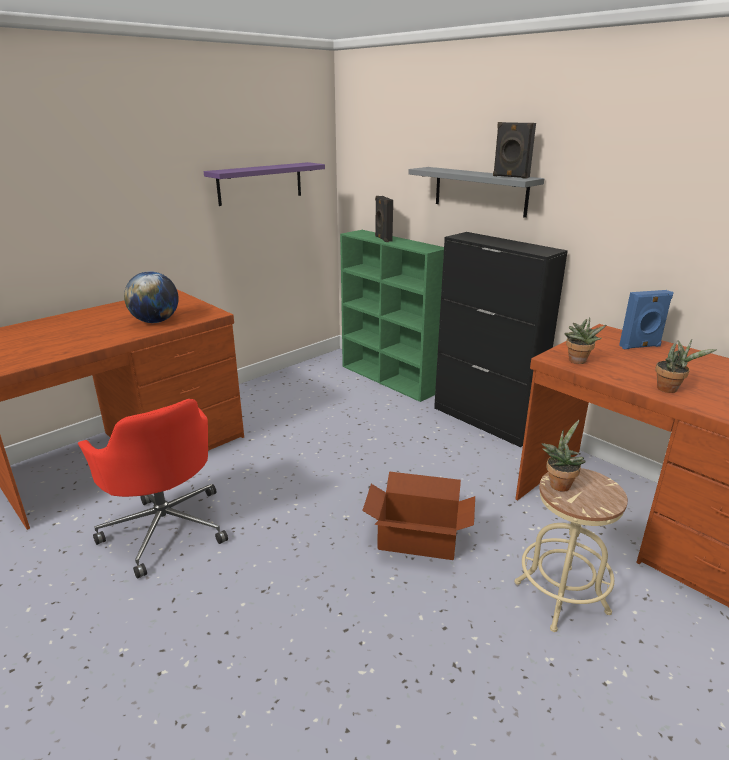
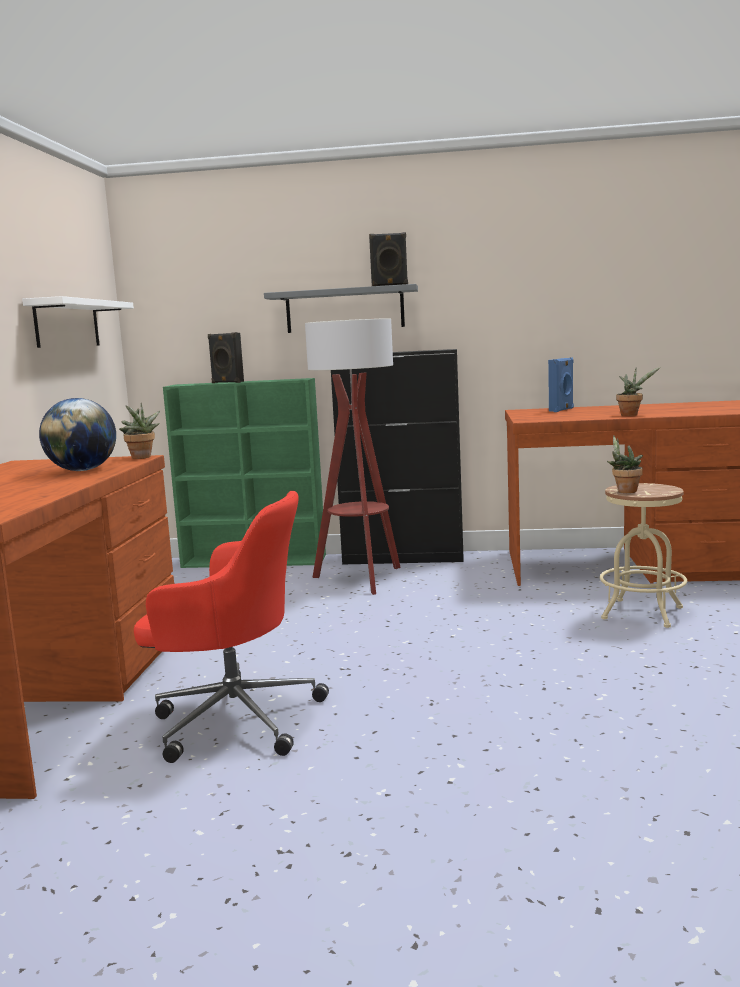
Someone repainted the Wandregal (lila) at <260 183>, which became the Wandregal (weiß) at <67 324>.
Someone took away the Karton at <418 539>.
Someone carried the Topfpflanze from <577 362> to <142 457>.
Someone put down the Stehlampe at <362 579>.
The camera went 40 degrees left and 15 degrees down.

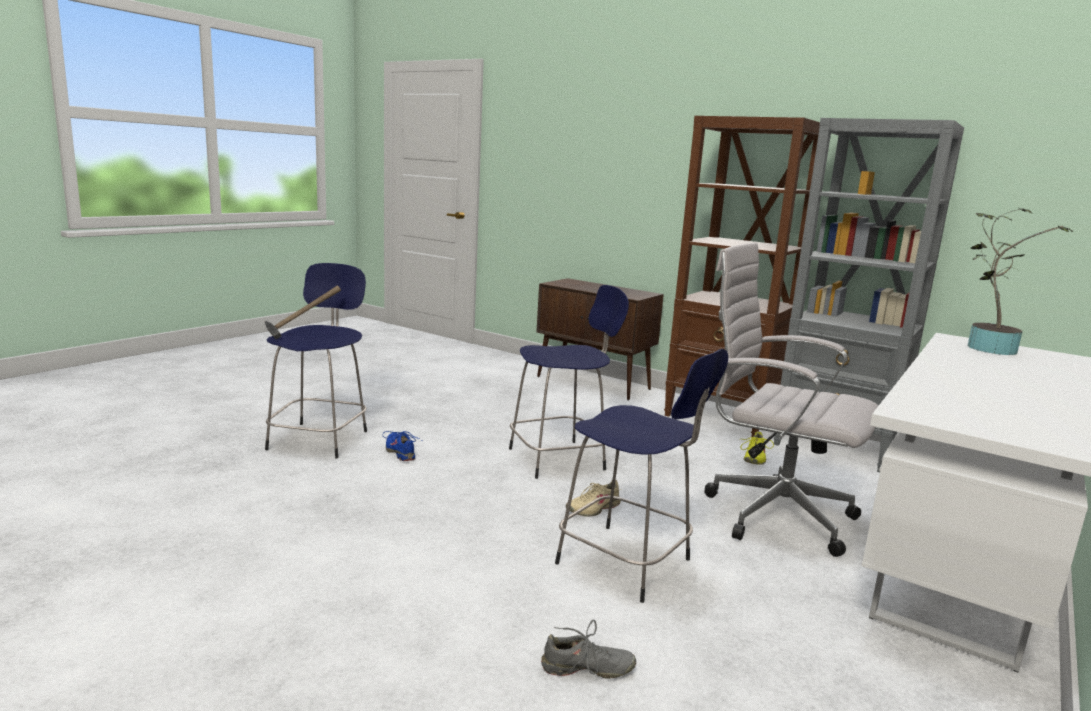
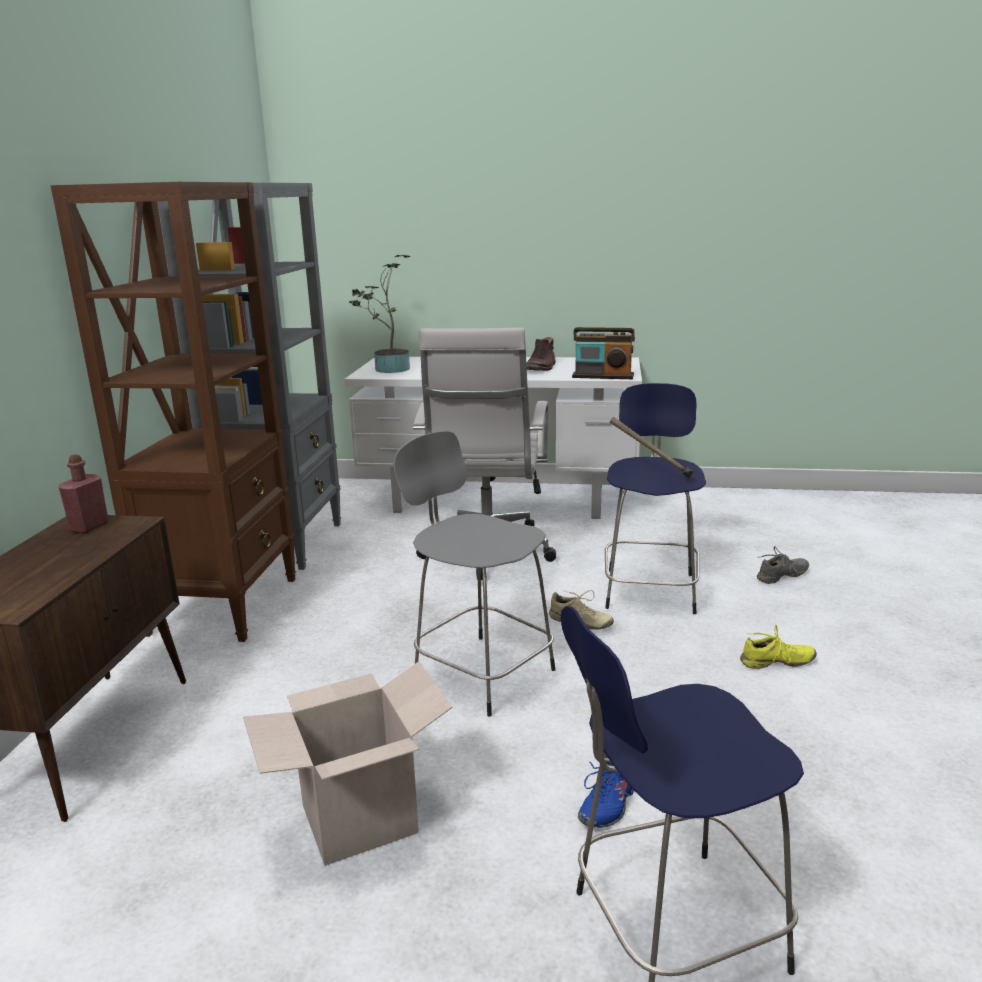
Someone carried the Hammer from <301 334> to <653 477>.
Someone repainted the Hocker (blau) at <560 458>, which became the Hocker (grau) at <480 672>.
Someone rotated the Schuh (grau) at <587 669> by 90 degrees clockwise.
Someone carried the Schuh (gelb) from <754 458> to <776 662>.
Someone put down the Flasche (rot) at <89 527>.
Someone put down the Karton at <359 819>.
Someone put down the Stiefel (braun) at <541 368>.
Someone put down the Radio at <603 376>.
The camera went 115 degrees left and 5 degrees up.

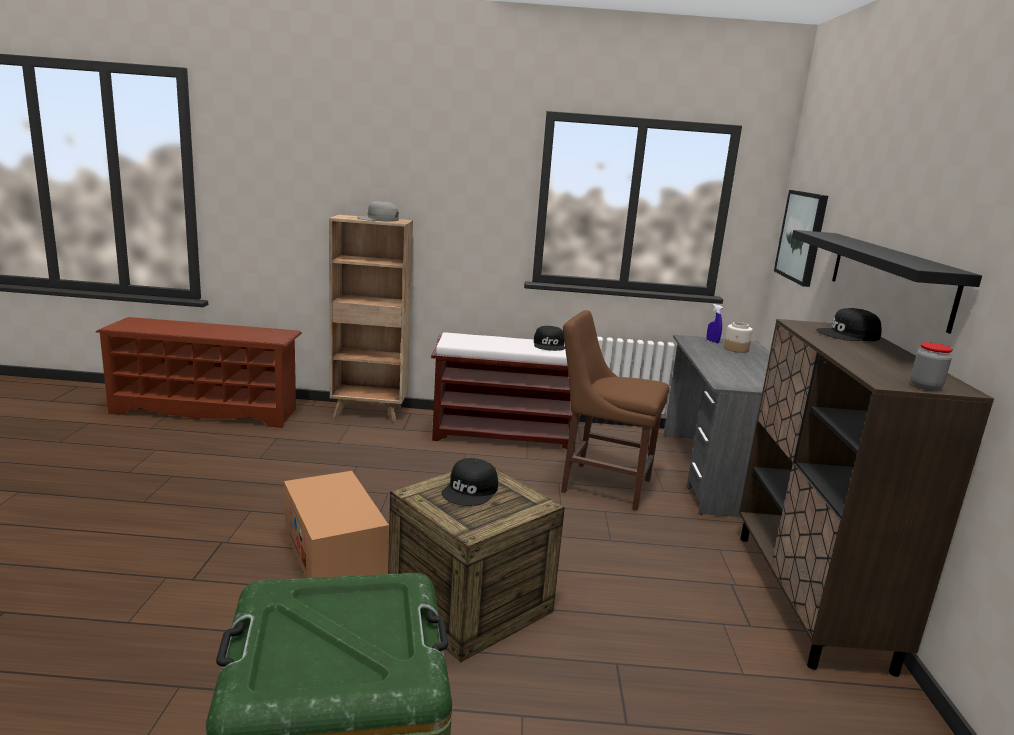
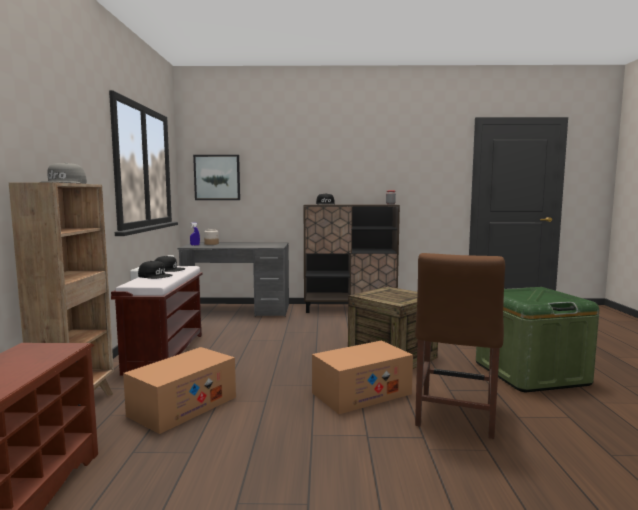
Someone carried the Kappe (schwarz) from <471 491> to <155 276>.
Someone carried the Stuhl (braun) from <601 484> to <454 416>.
Someone took away the Wandregal (schwarz) at <889 276>.
Someone put down the Karton at <183 406>.
The camera went 90 degrees left and 10 degrees down.

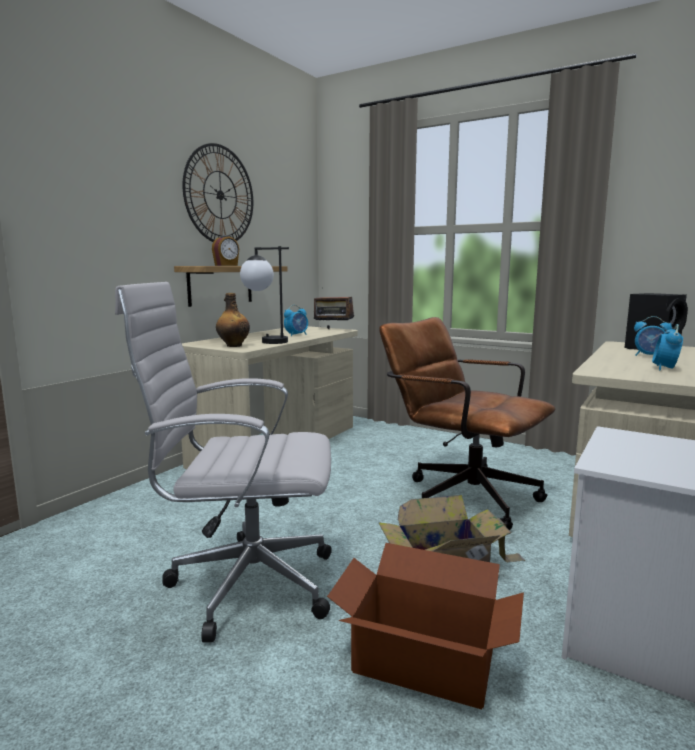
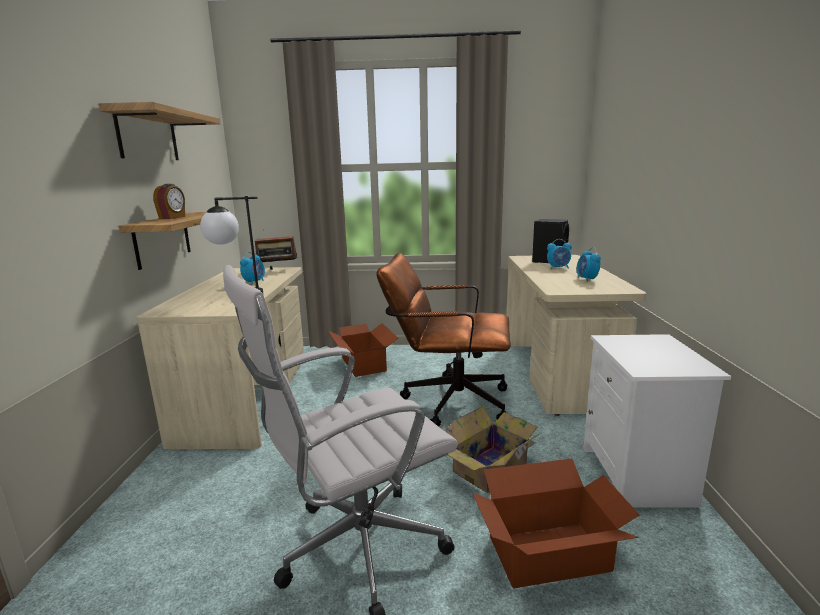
Someone swapped the Wanduhr at <220 195> for the Wandregal at <148 136>.
Someone took away the Flasche at <233 345>.
Someone put down the Karton at <364 364>.
The camera went 30 degrees left and 5 degrees up.

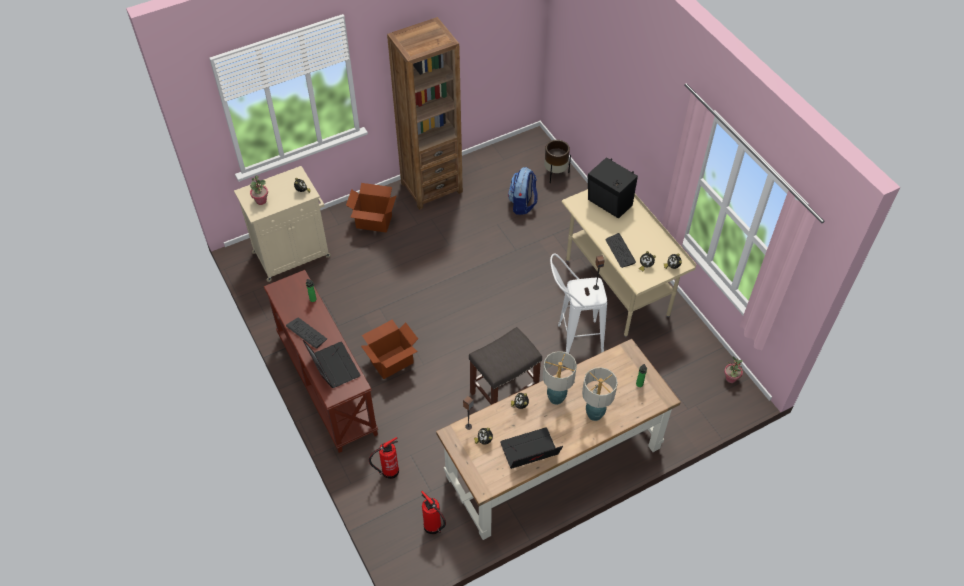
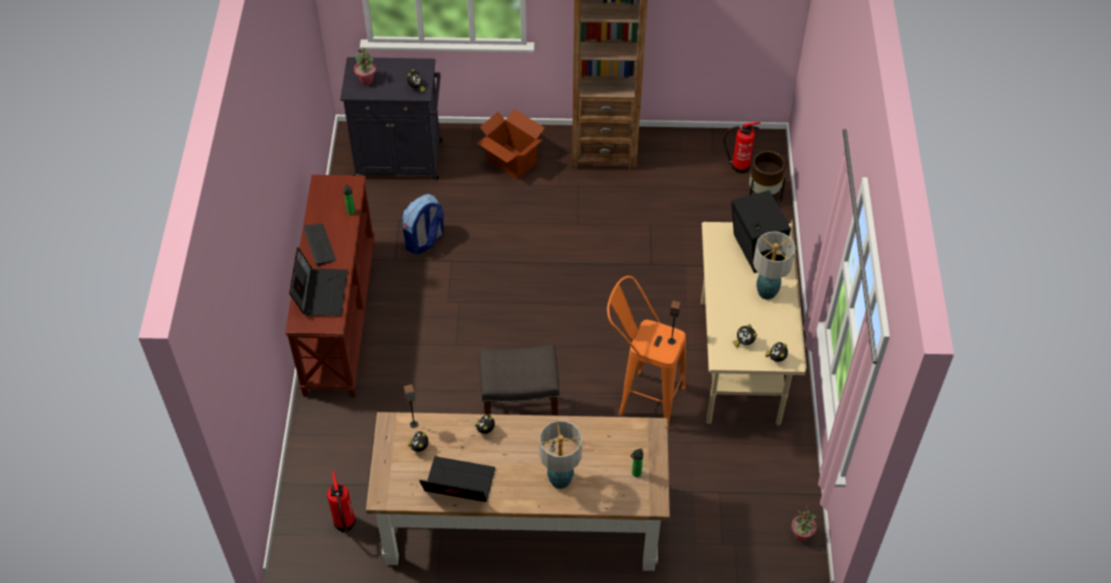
Someone repainted the Schrank (beige) at <293 254>, which became the Schrank (schwarz) at <400 159>.
Someone took away the Karton at <391 362>.
Someone carried the Feuerlöscher from <388 471> to <738 166>.
Someone carried the Rucksack from <522 204> to <424 241>.
Someone carried the Tischlampe from <556 397> to <766 292>.
Someone repainted the Hocker (weiß) at <572 340>, which became the Hocker (orange) at <641 398>.
Someone took away the Tastatur at <620 251>.
The camera went 30 degrees right and 0 degrees up.

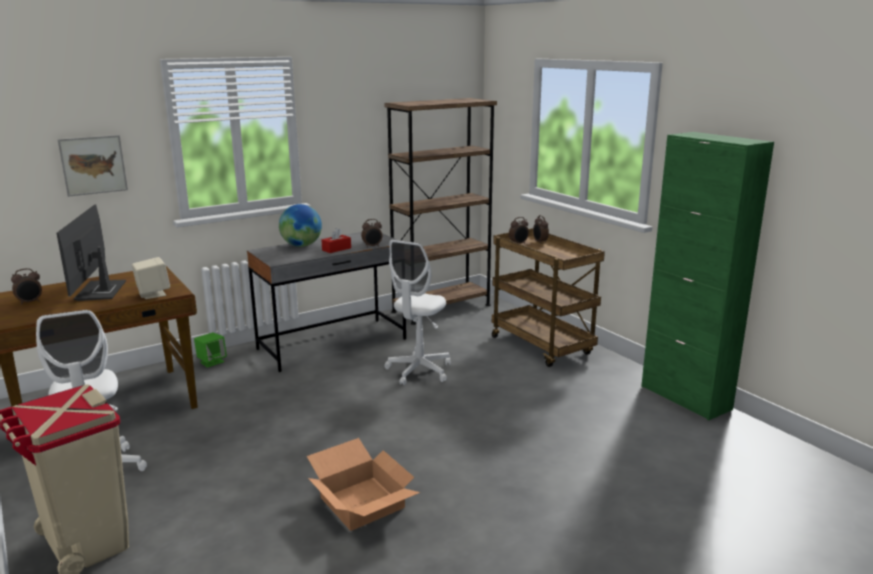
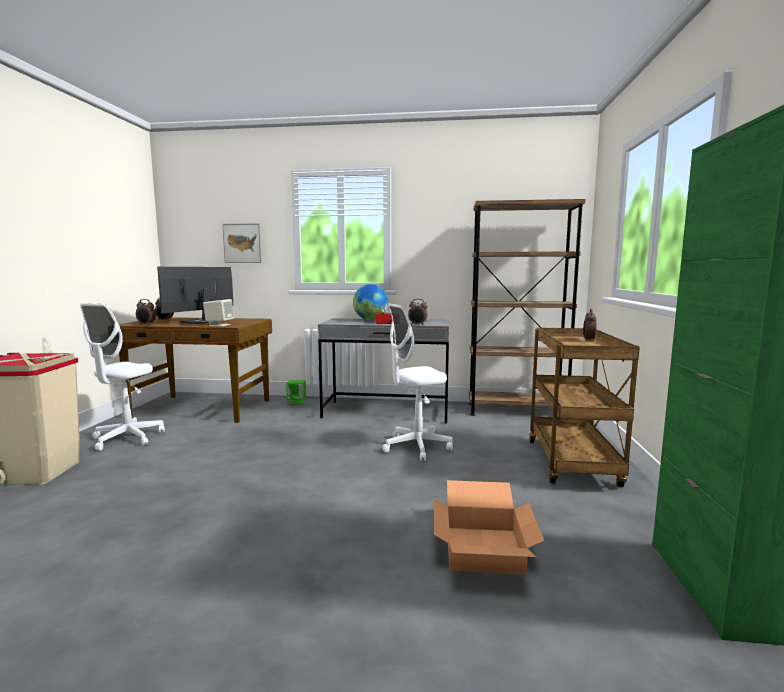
Someone carried the Karton from <364 502> to <485 550>.
Someone carried the Wecker from <518 244> to <146 324>.
The camera went 40 degrees right and 10 degrees down.

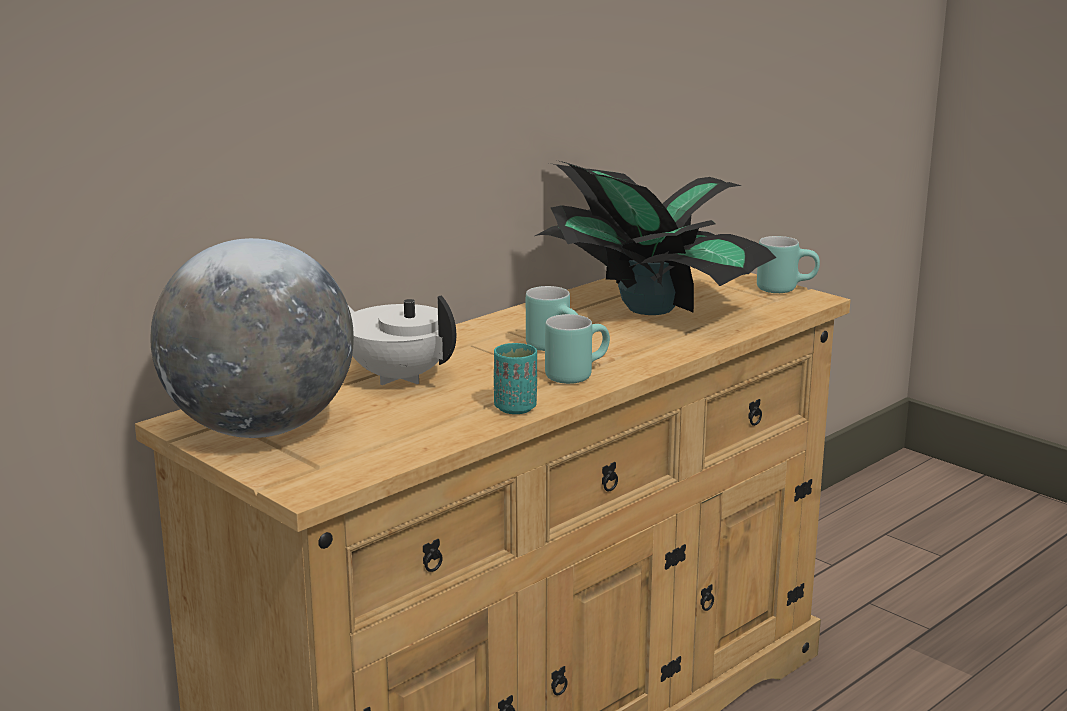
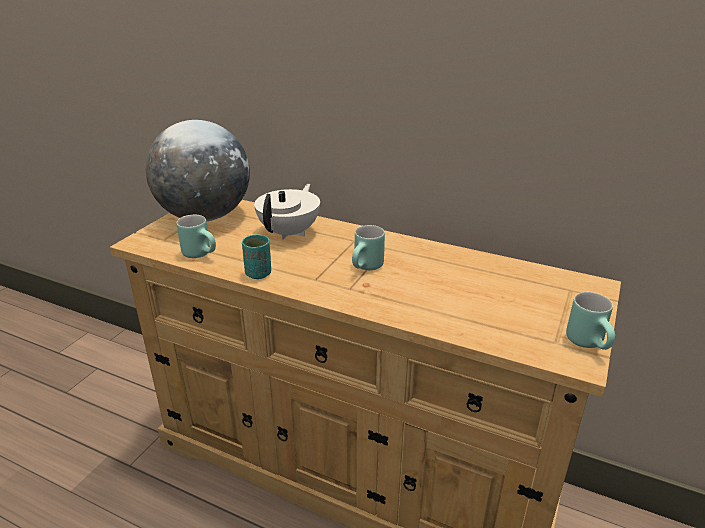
Someone took away the Topfpflanze at <648 307>.
Someone carried the Henkelbecher (türkis) from <575 374> to <202 254>.
The camera went 70 degrees right and 10 degrees up.

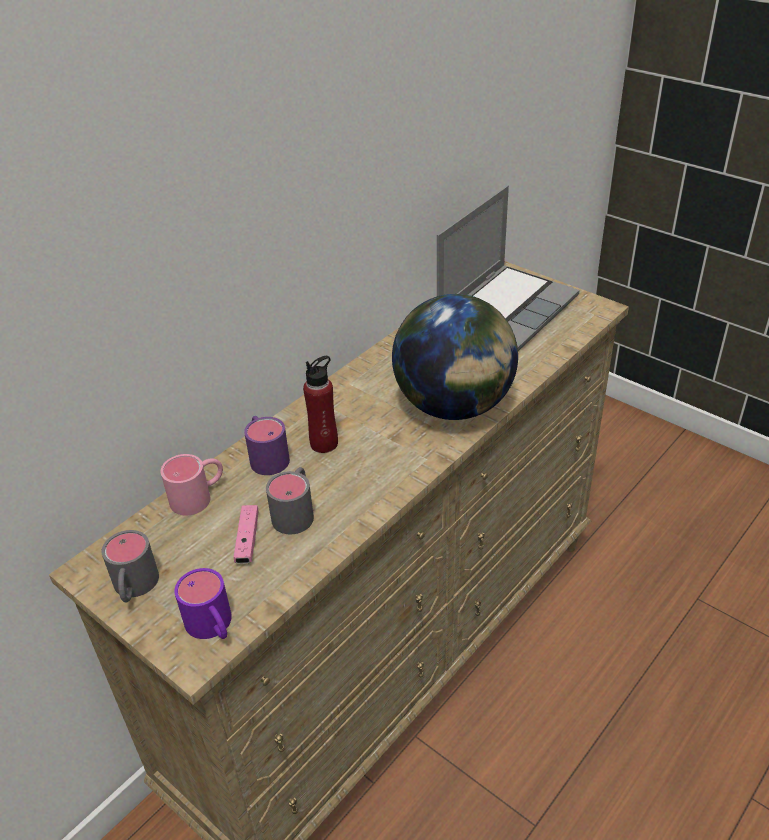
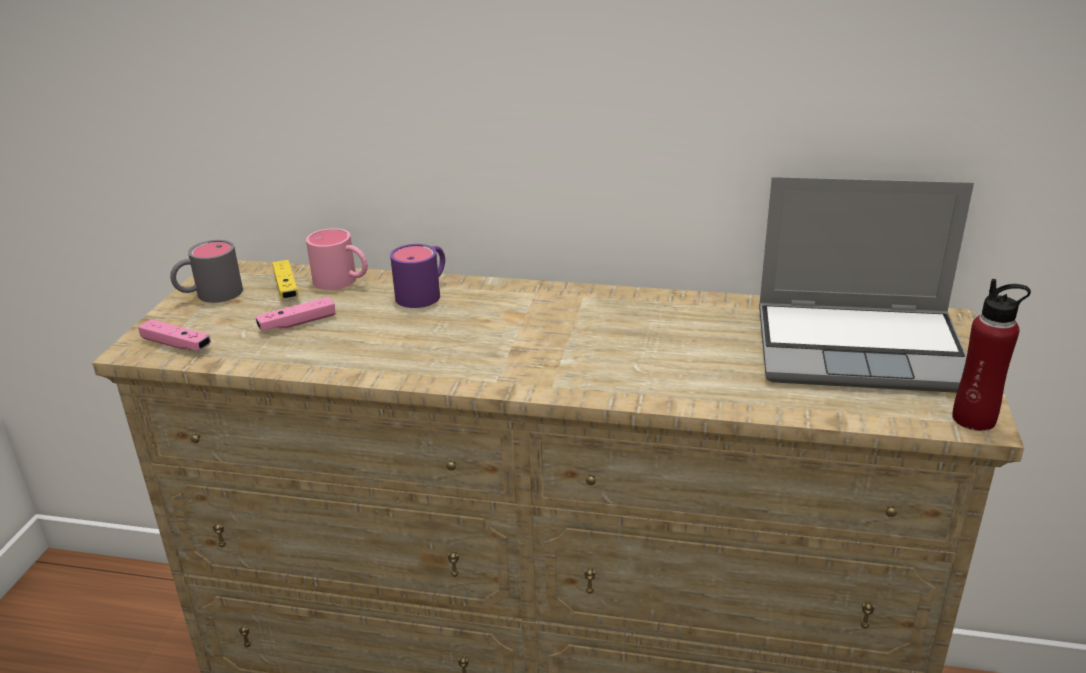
Someone swapped the Henkelbecher (lila) at <213 627> for the Gamepad (rosa) at <176 344>.
Someone took away the Henkelbecher (grau) at <296 511>.
Someone carried the Flasche (rot) from <324 443> to <974 419>.
Someone took away the Globus at <454 406>.
Someone put down the Gamepad (gelb) at <286 288>.
The camera went 60 degrees right and 10 degrees down.

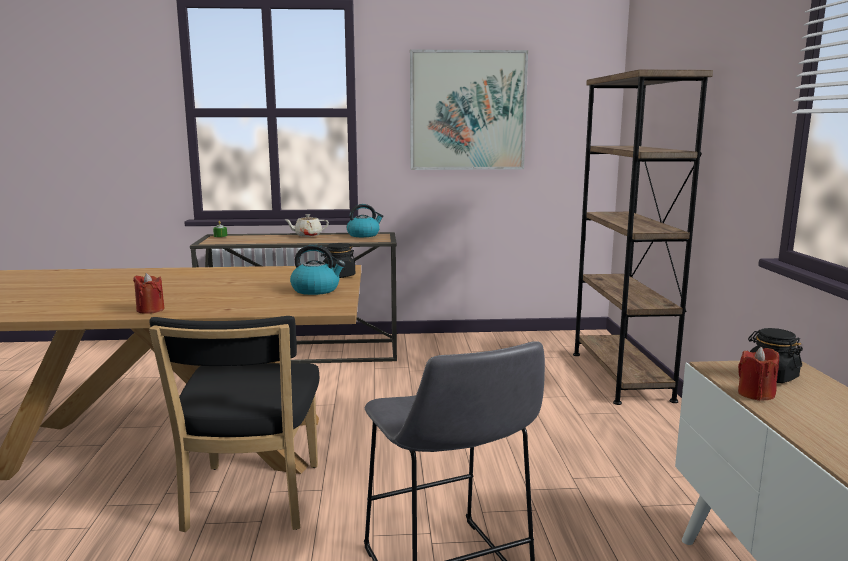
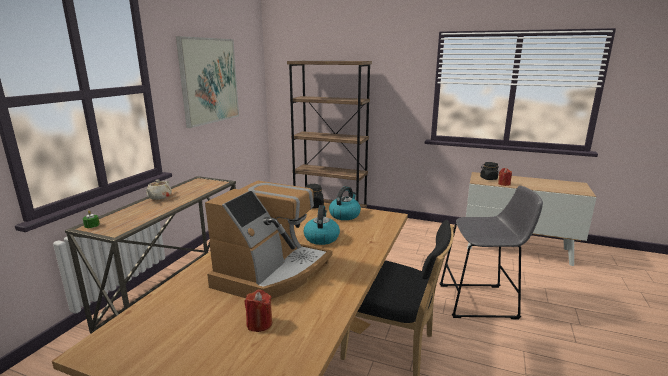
Someone carried the Kerze (rot) from <150 310> to <259 324>.
Someone carried the Wasserkessel from <364 235> to <321 238>.
Someone put down the Kaffeemaschine at <272 273>.
The camera went 65 degrees left and 5 degrees up.

